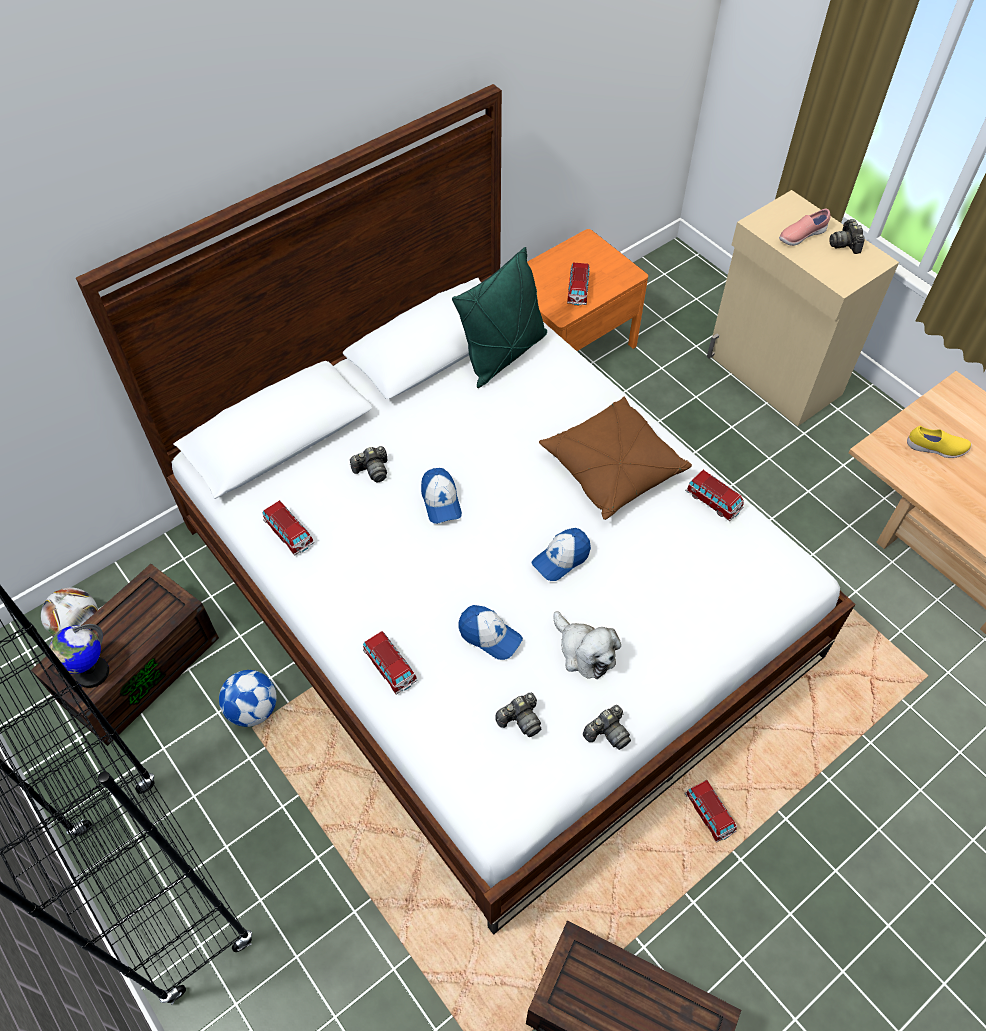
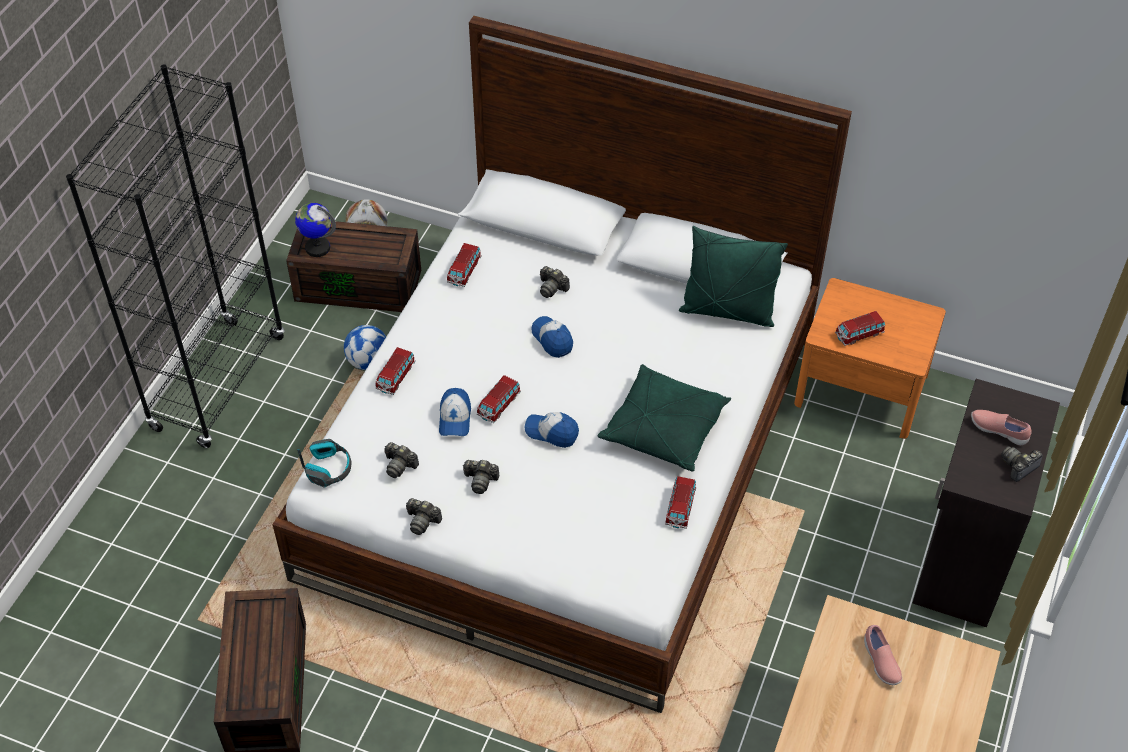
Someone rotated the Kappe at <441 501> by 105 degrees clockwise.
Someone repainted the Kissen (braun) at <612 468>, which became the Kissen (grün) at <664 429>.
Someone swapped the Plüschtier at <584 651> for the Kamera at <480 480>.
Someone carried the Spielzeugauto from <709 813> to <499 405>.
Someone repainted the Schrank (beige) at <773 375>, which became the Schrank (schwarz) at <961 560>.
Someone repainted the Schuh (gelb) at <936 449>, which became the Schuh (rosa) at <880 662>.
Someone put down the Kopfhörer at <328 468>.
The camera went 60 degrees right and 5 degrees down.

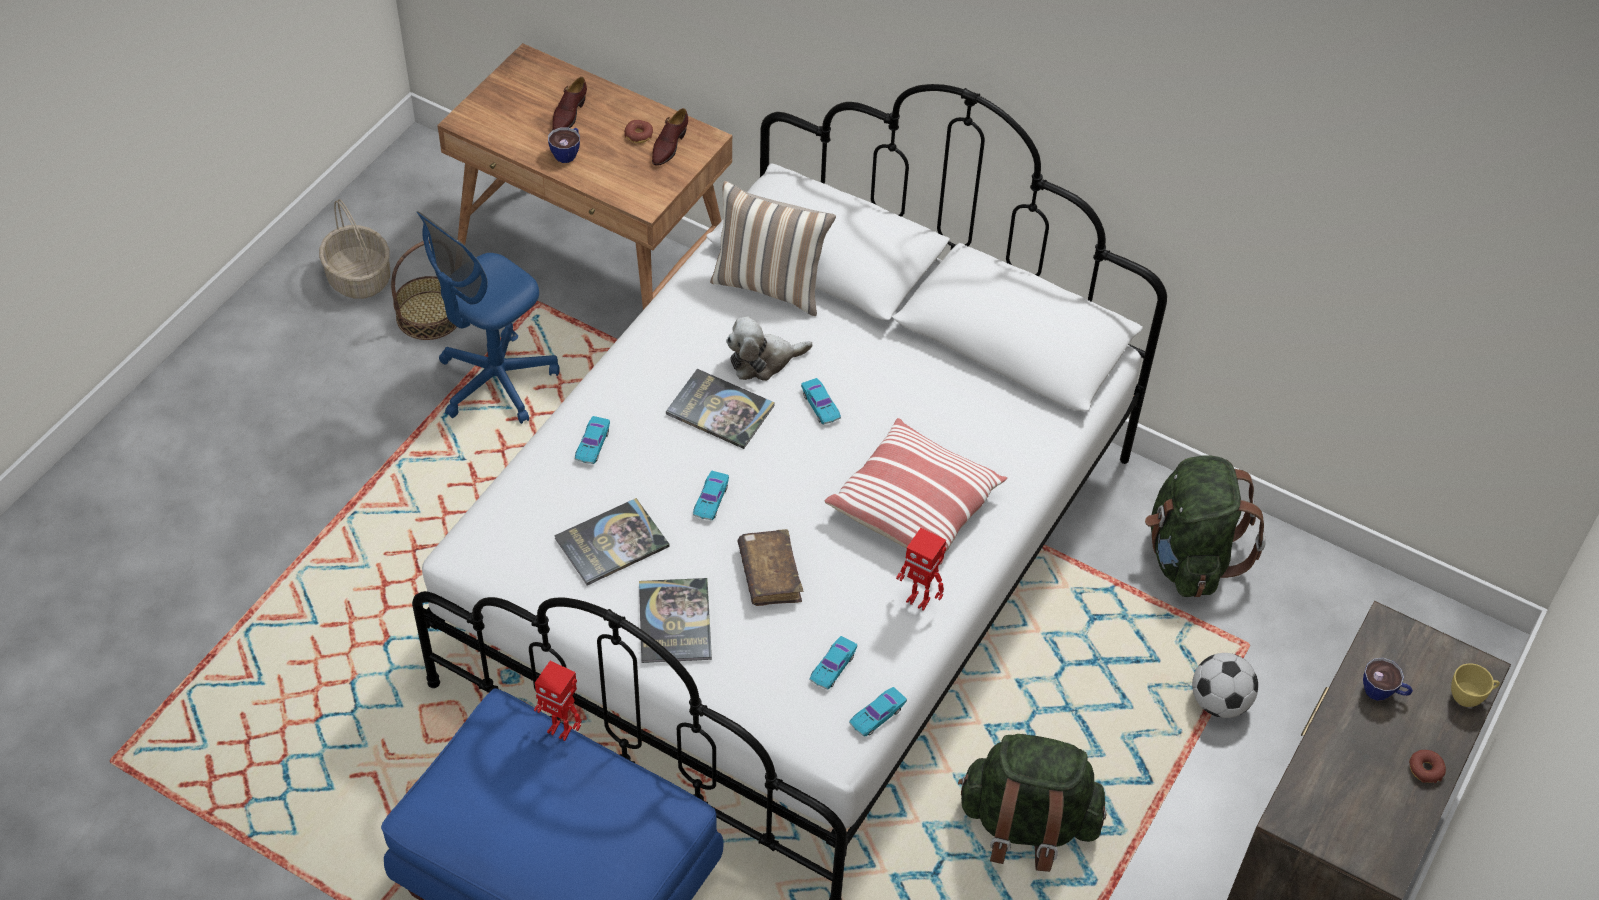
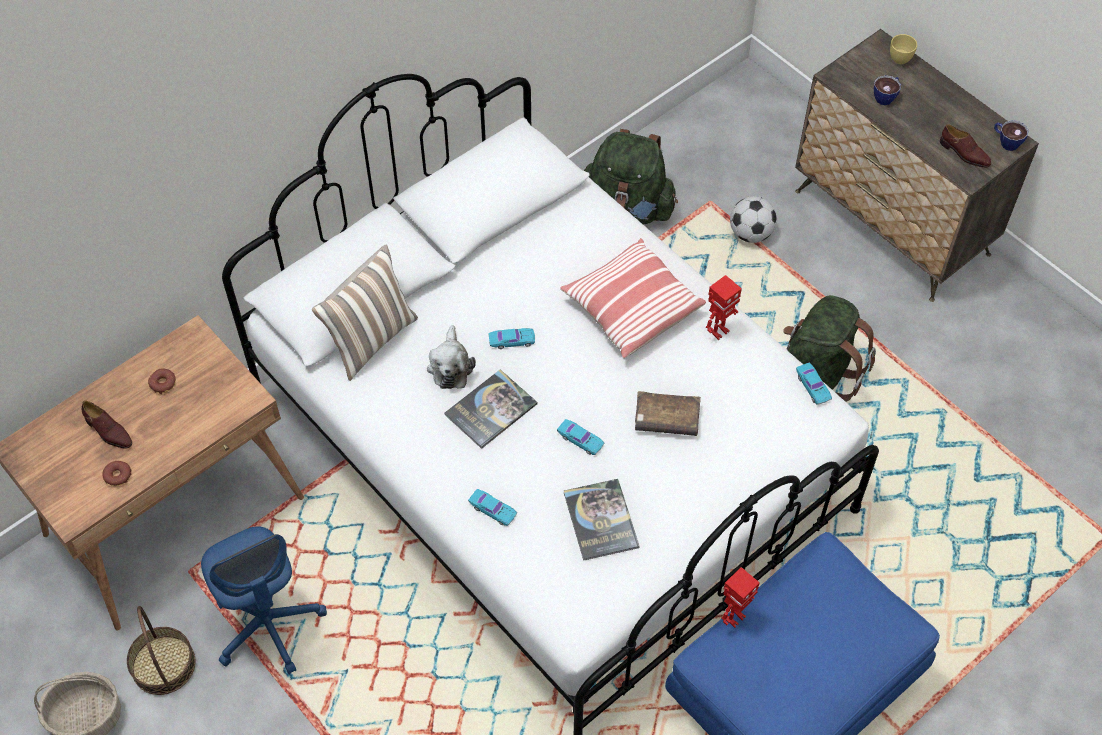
Someone carried the Tasse from <568 152> to <1006 142>.
Someone took away the Buch at <674 621>.
Someone carried the Schuh (braun) from <669 146> to <964 154>.
Someone took away the Spielzeugauto (türkis) at <833 666>.
Someone carried the Donut from <1425 769> to <117 475>.
The camera went 70 degrees left and 5 degrees up.

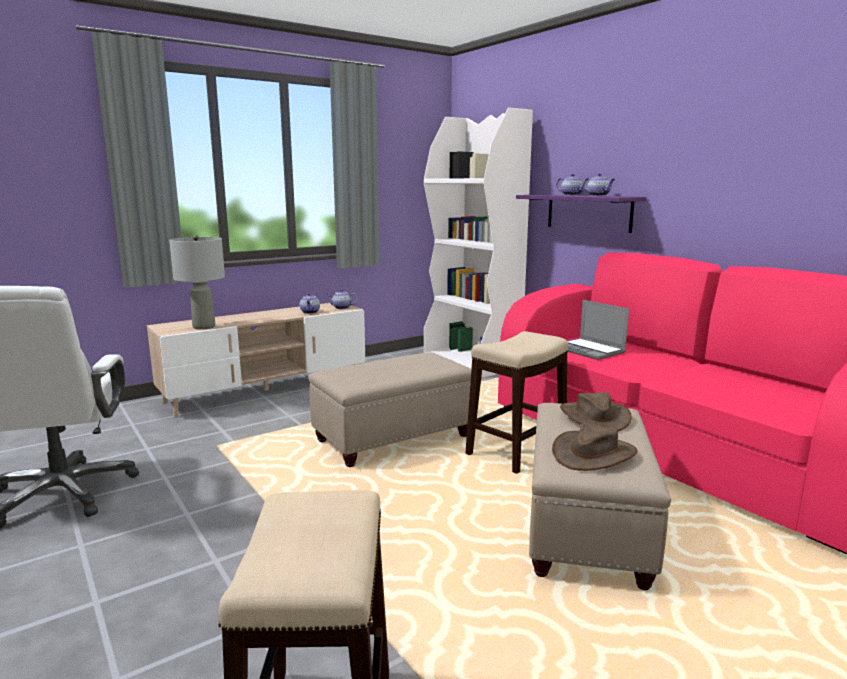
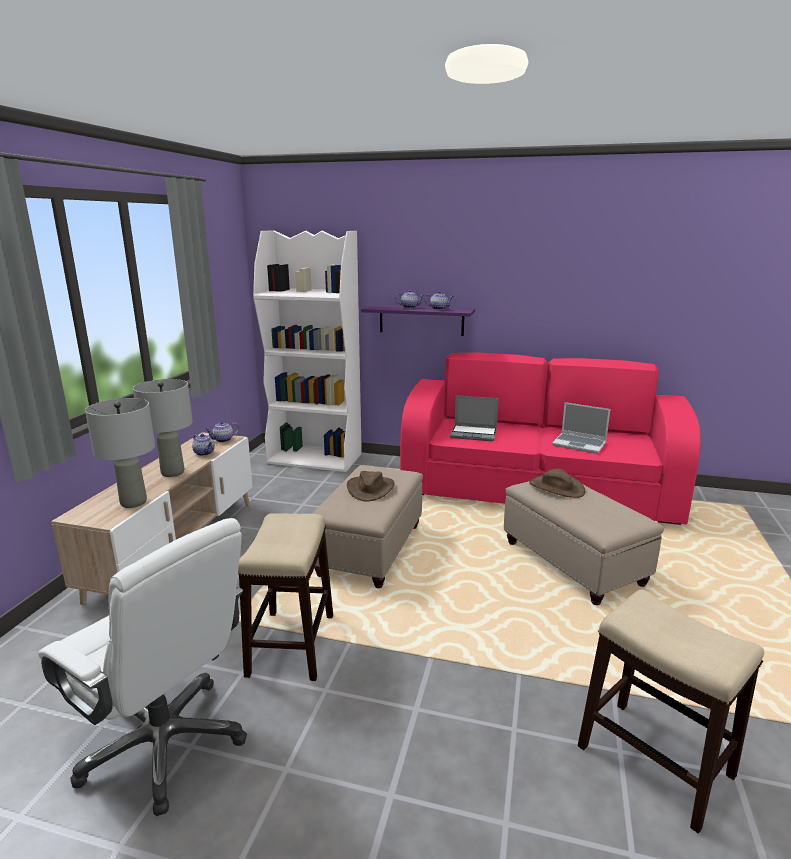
Someone carried the Hocker from <517 450> to <292 643>.
Someone carried the Hut (braun) from <593 453> to <370 489>.
Someone put down the Tischlampe (grau) at <172 473>.
Someone put down the Laptop at <580 444>.
The camera went 40 degrees left and 5 degrees up.

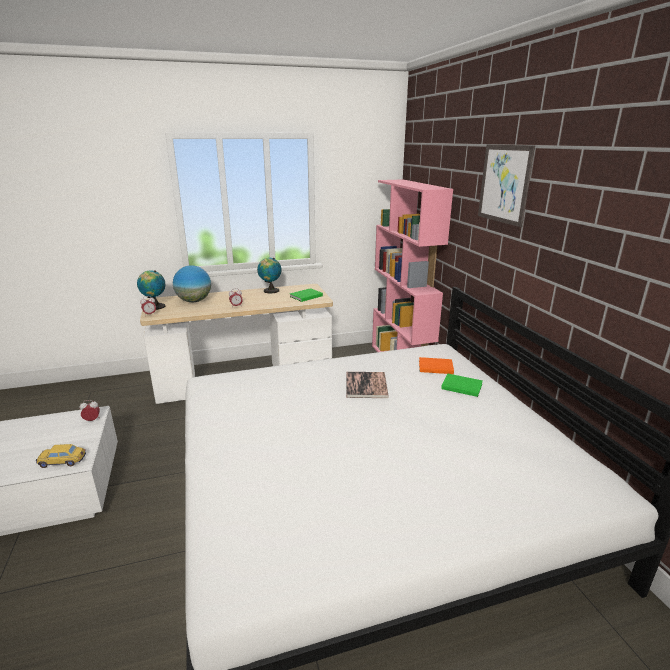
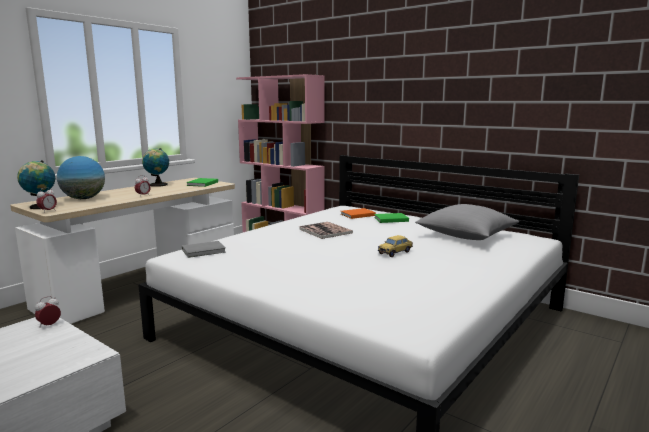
Someone carried the Spielzeugauto from <62 462> to <395 253>.
Someone took away the Bild at <504 184>.
Someone put down the Buch (grau) at <205 251>.
Someone put down the Kissen (grau) at <466 235>.
The camera went 35 degrees left and 10 degrees down.

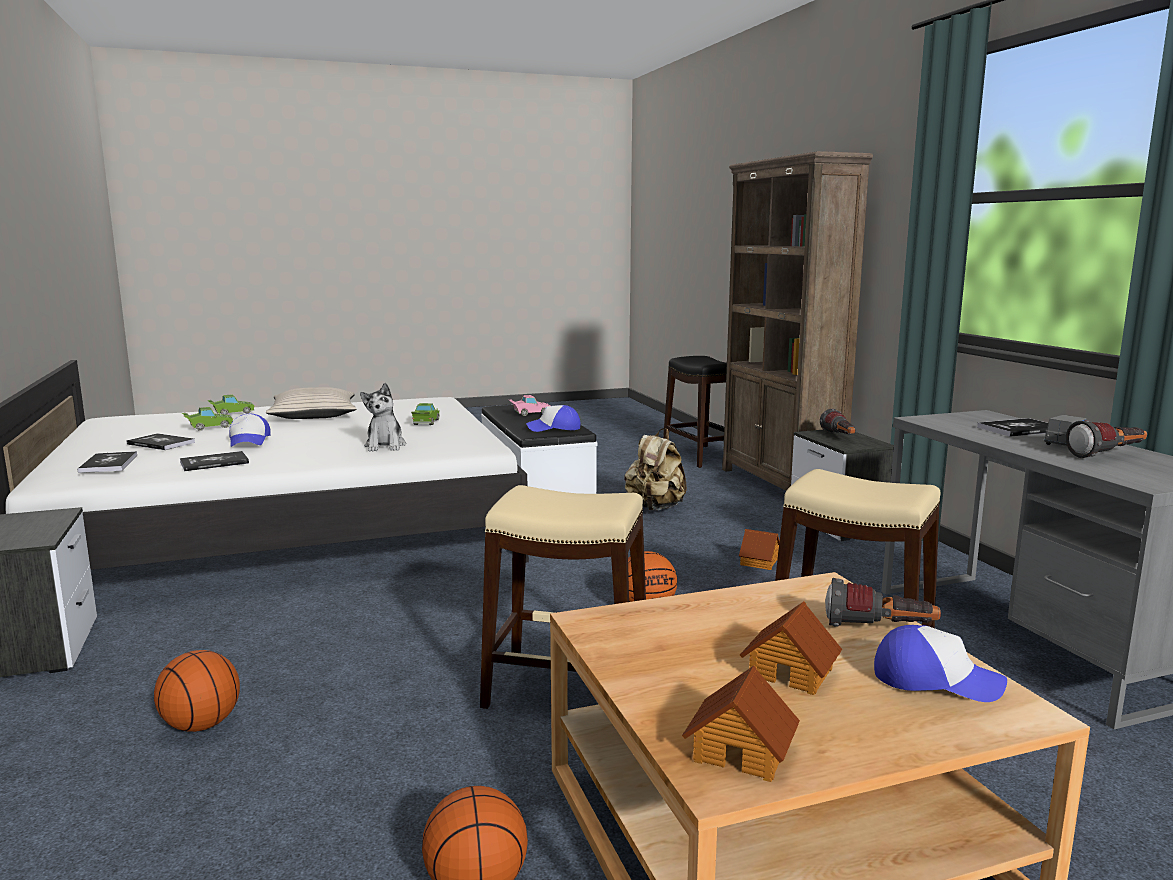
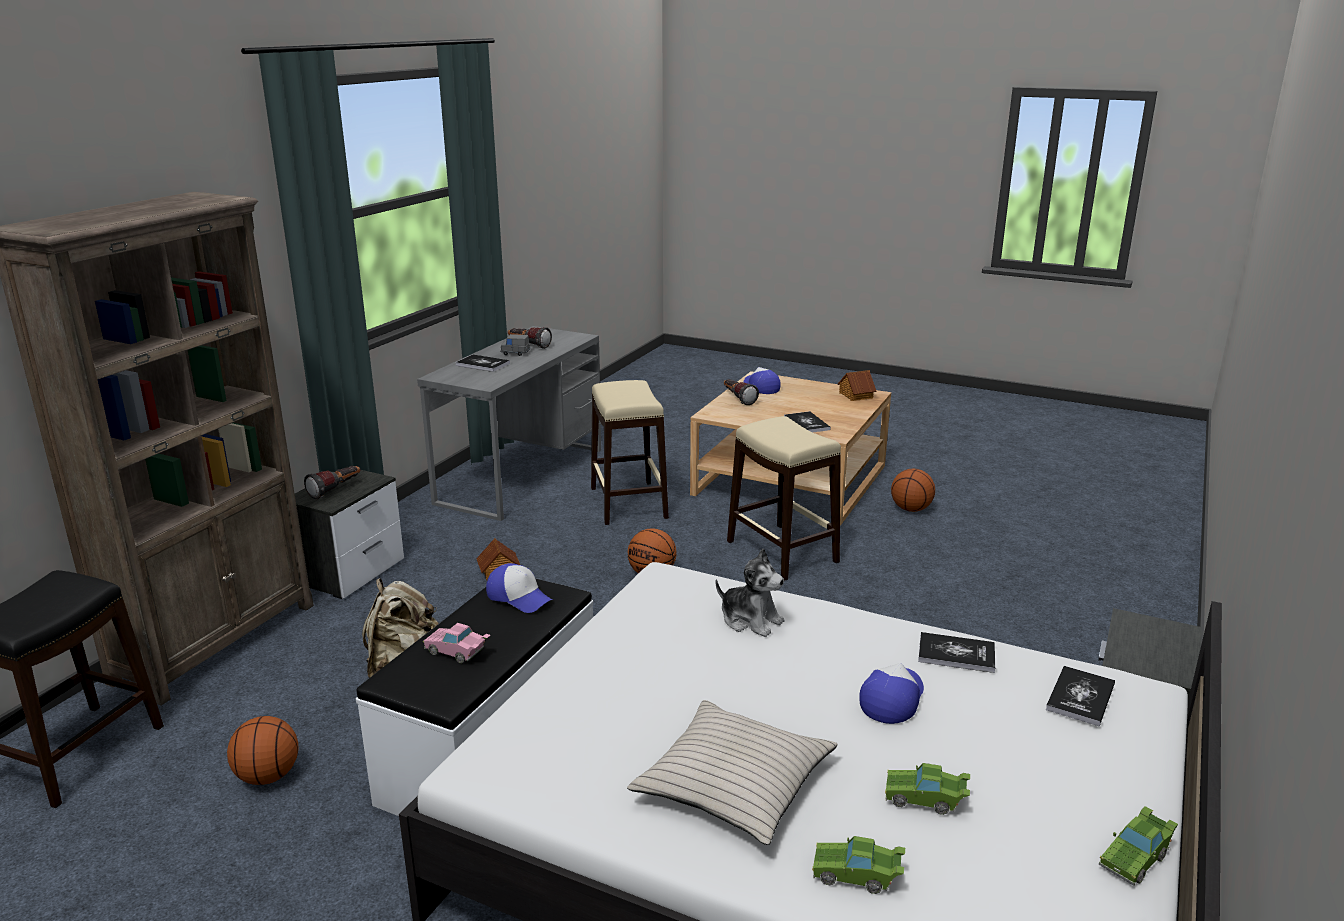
Someone carried the Buch from <161 443> to <806 423>.
Someone carried the Basketball from <201 725> to <268 776>.
Someone rotated the Plüschtier at <385 446> by 90 degrees clockwise.
Someone carried the Spielzeugauto (grün) from <426 422> to <1135 858>.
Someone took away the Spielzeughaus at <791 672>.
The camera went 135 degrees left and 10 degrees up.

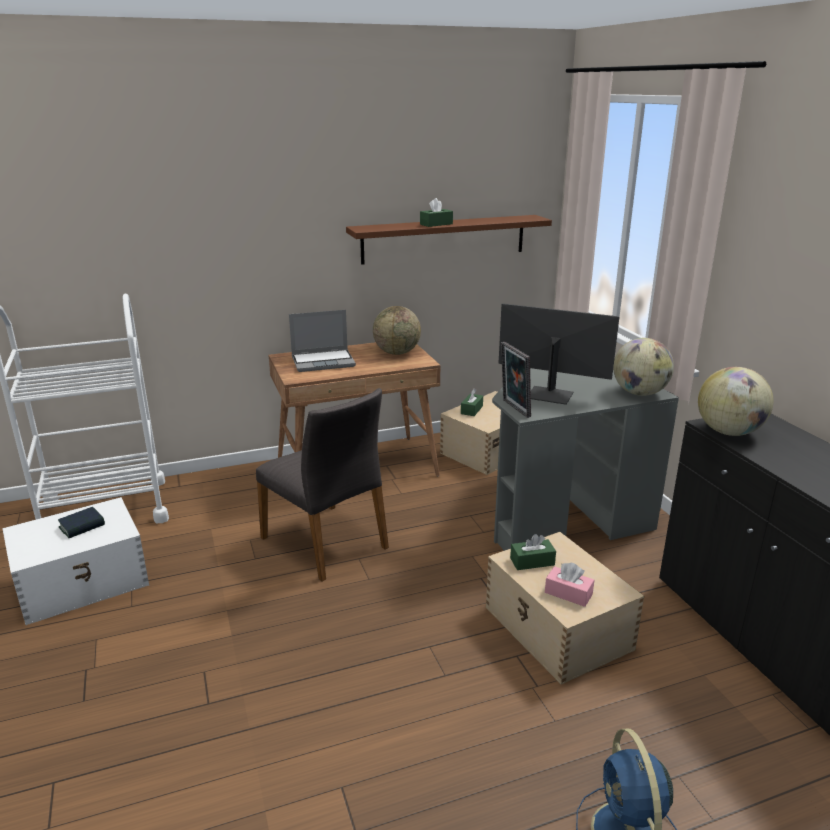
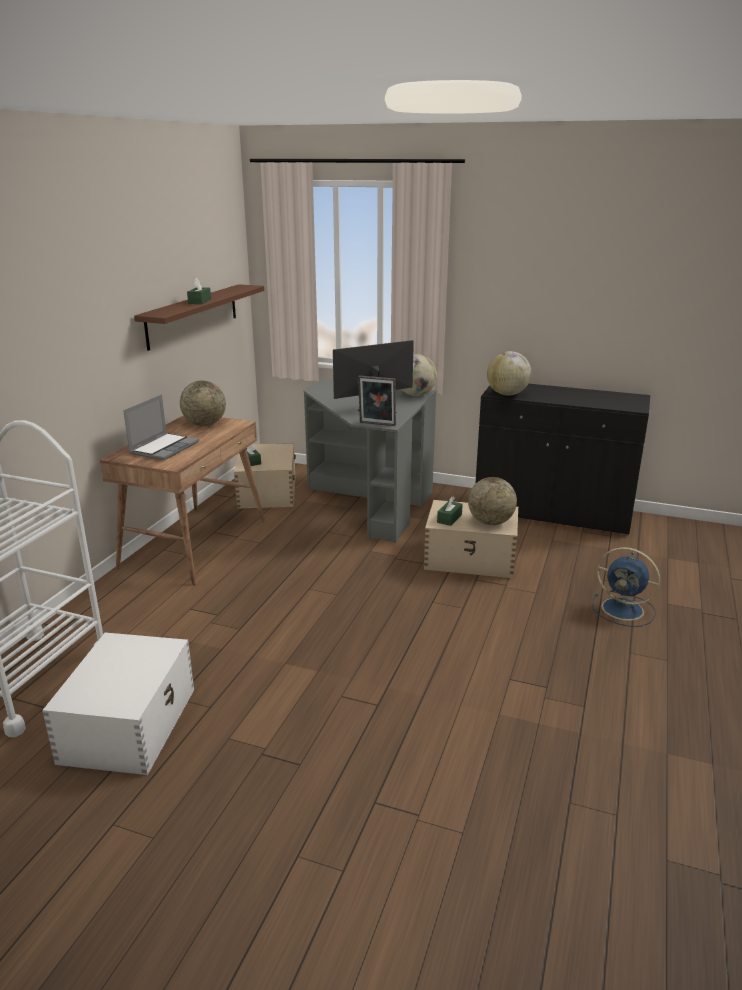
Someone took away the Buch at <82 526>.
Someone took away the Stuhl (grau) at <326 542>.
Someone swapped the Taschentuchbox (rosa) at <568 593> for the Globus at <490 522>.
The camera went 50 degrees left and 0 degrees up.

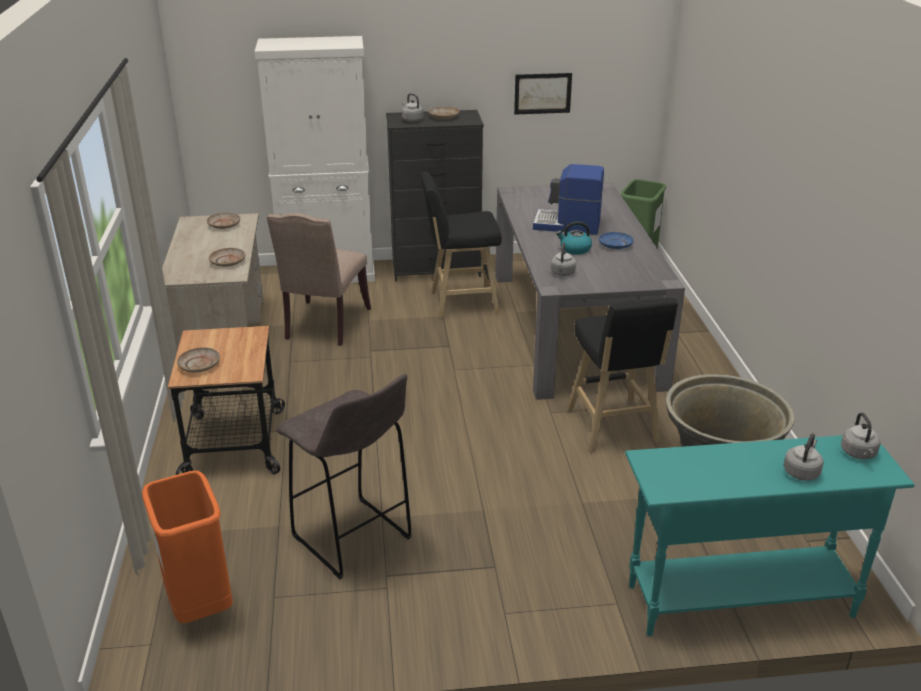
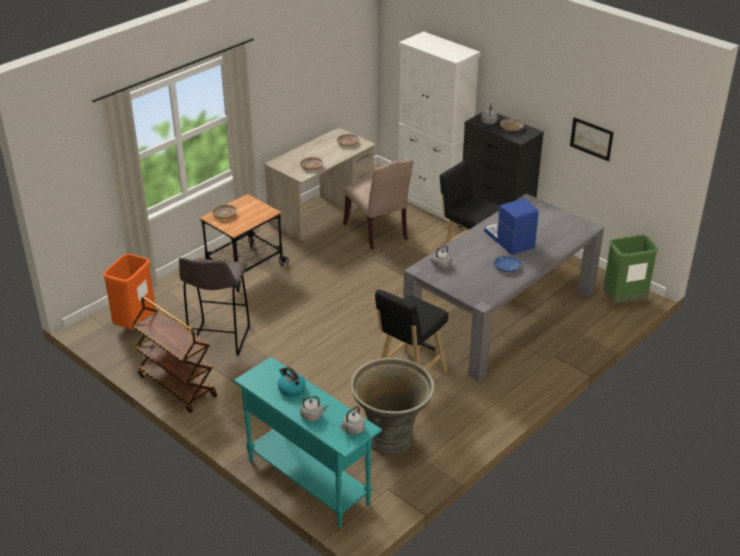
Someone rotated the Stuhl (beige) at <325 325> by 90 degrees counterclockwise.
Someone carried the Wasserkessel from <575 249> to <291 389>.
Someone put down the Rollwagen (braun) at <176 386>.
The camera went 50 degrees right and 5 degrees up.

